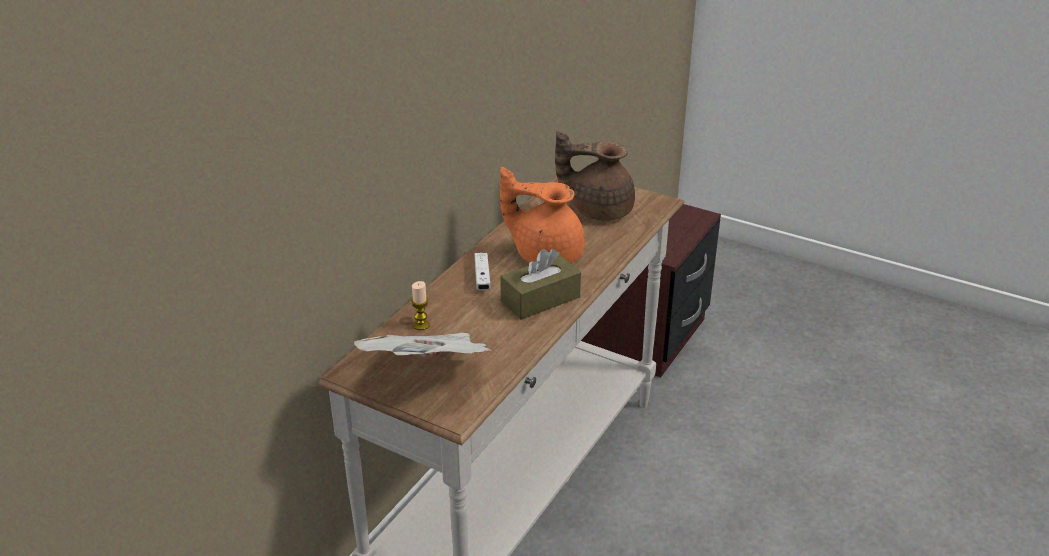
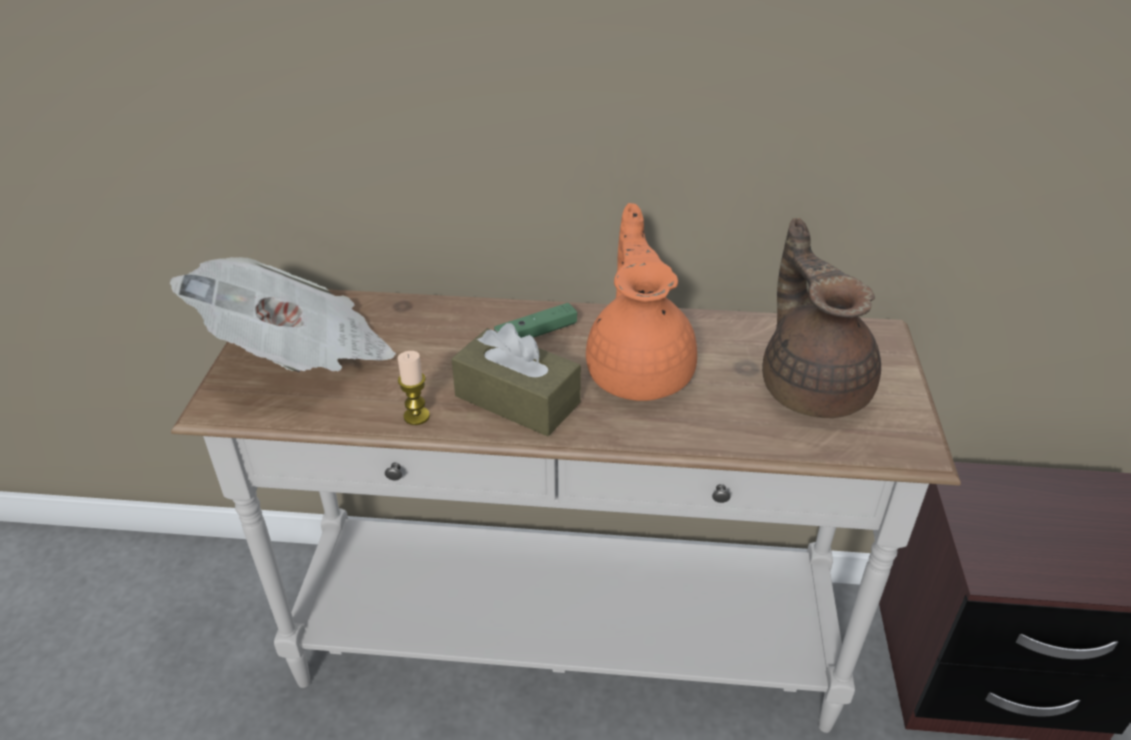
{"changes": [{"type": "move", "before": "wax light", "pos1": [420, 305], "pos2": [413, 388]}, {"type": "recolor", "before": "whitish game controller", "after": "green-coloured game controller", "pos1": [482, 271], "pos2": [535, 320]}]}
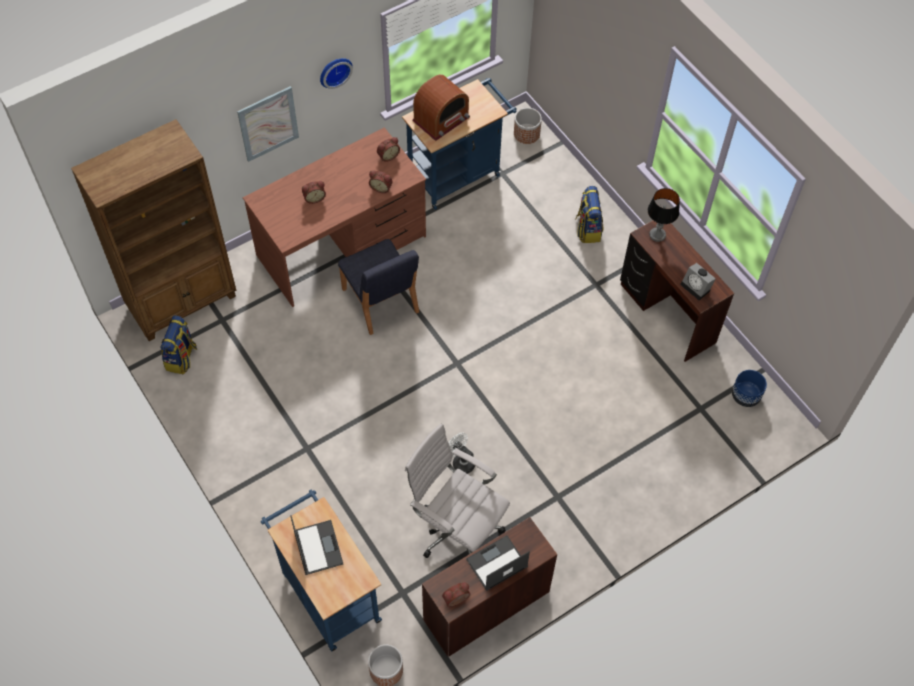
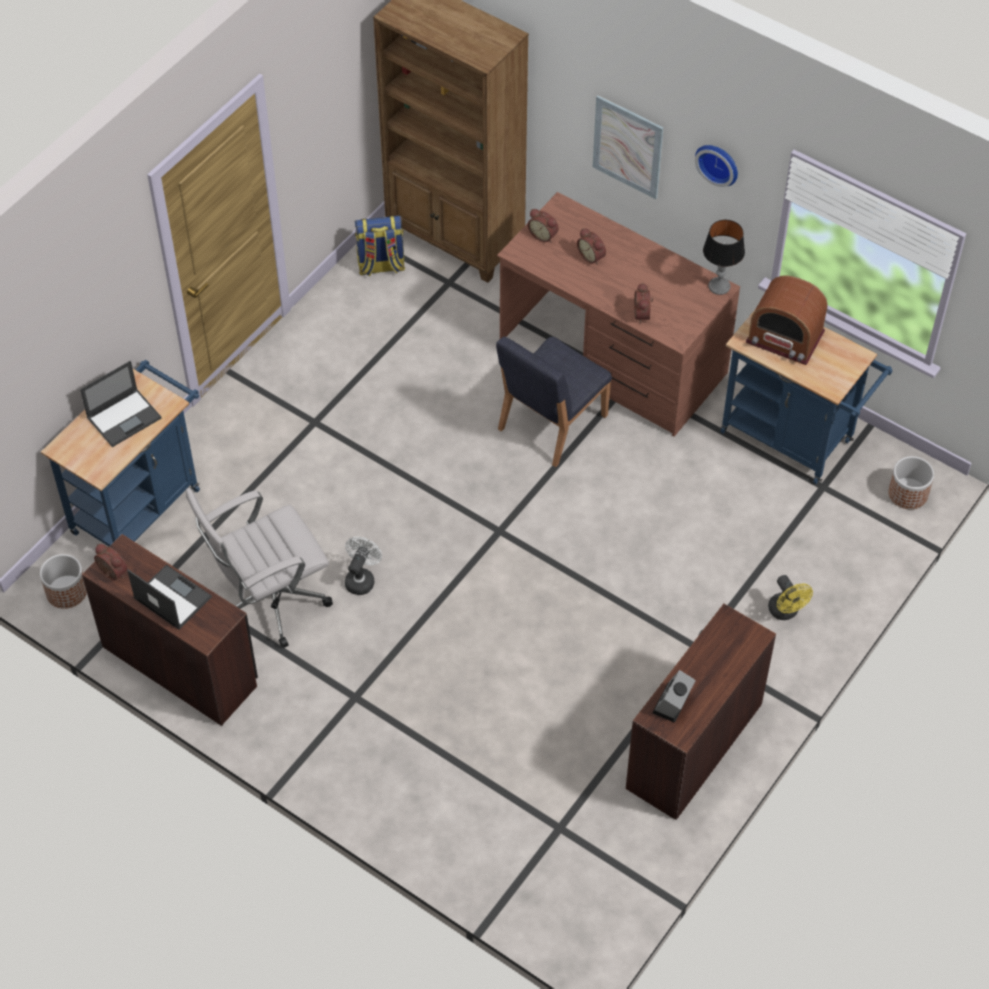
{"changes": [{"type": "rotate", "before": "whitish computer chair", "pos1": [457, 490], "pos2": [259, 568], "turn": -135}, {"type": "move", "before": "alarm clock", "pos1": [388, 149], "pos2": [543, 225]}, {"type": "move", "before": "tabletop lamp", "pos1": [664, 215], "pos2": [724, 257]}, {"type": "replace", "before": "backpack", "after": "yellow fan", "pos1": [589, 214], "pos2": [790, 597]}, {"type": "delete", "before": "blue-coloured planter", "pos1": [749, 388]}]}
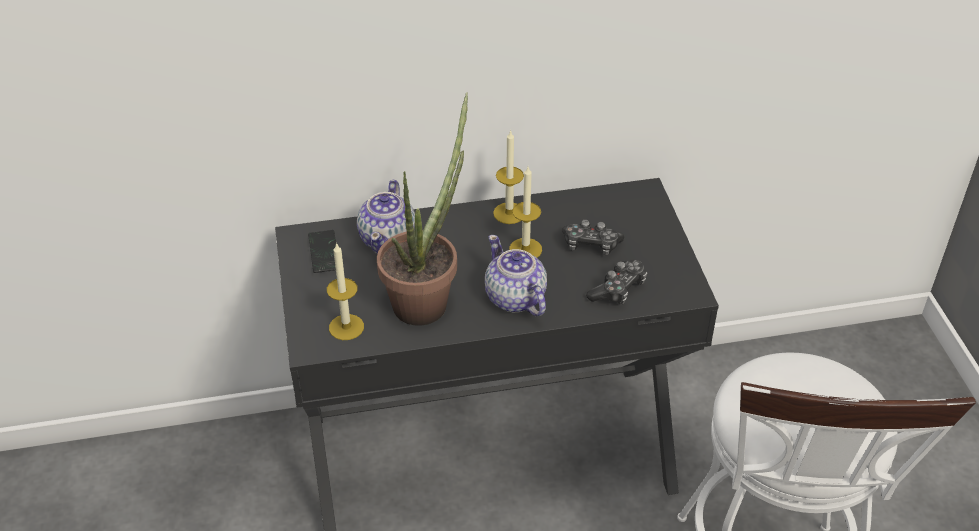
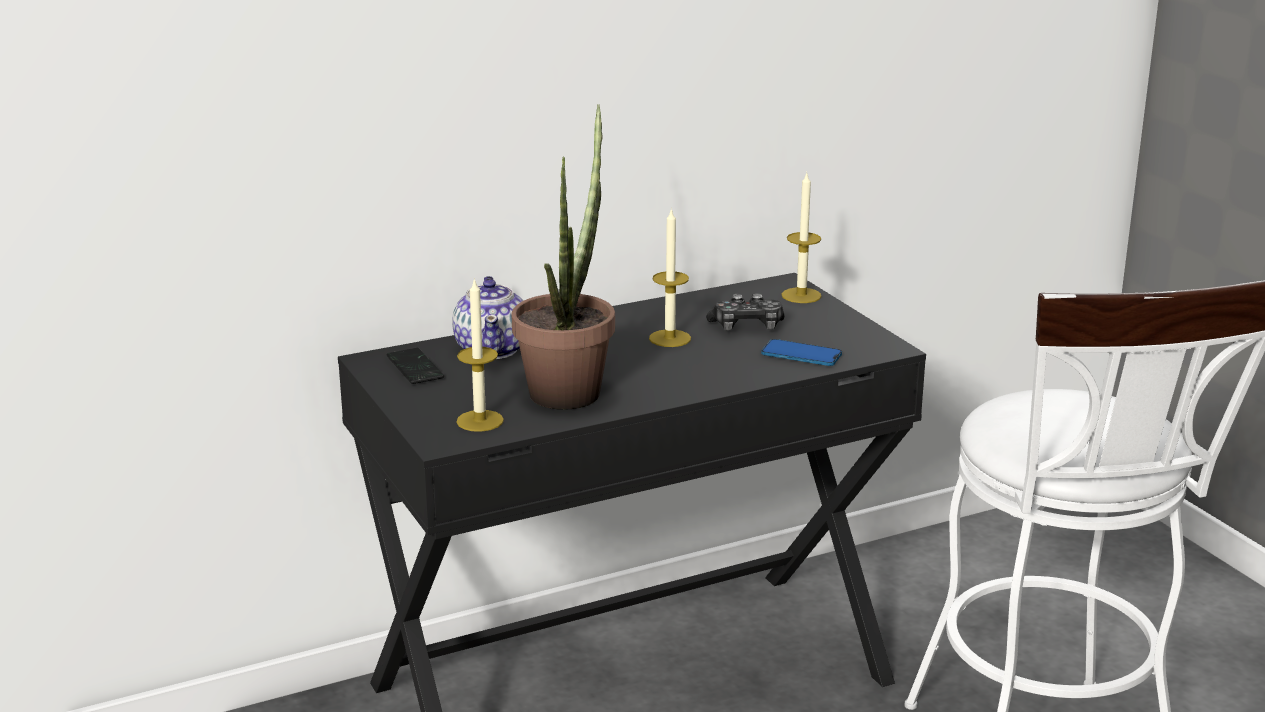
{"changes": [{"type": "replace", "before": "game controller", "after": "telephone", "pos1": [616, 282], "pos2": [801, 352]}, {"type": "move", "before": "wax light", "pos1": [508, 177], "pos2": [802, 238]}, {"type": "delete", "before": "tea pot", "pos1": [516, 275]}]}
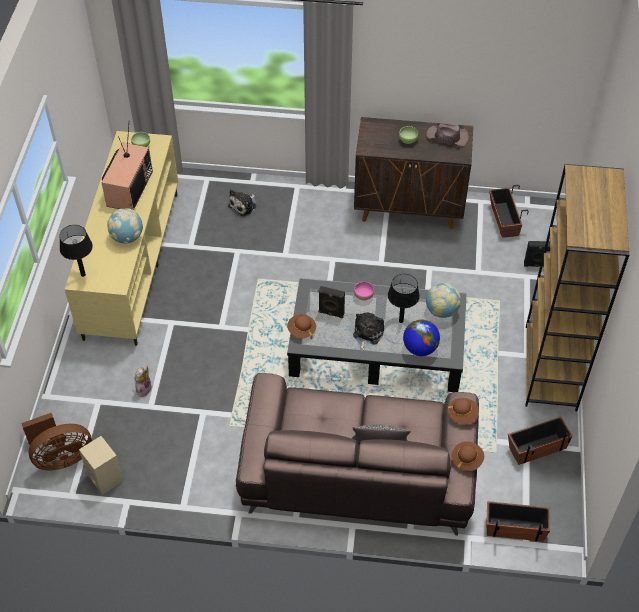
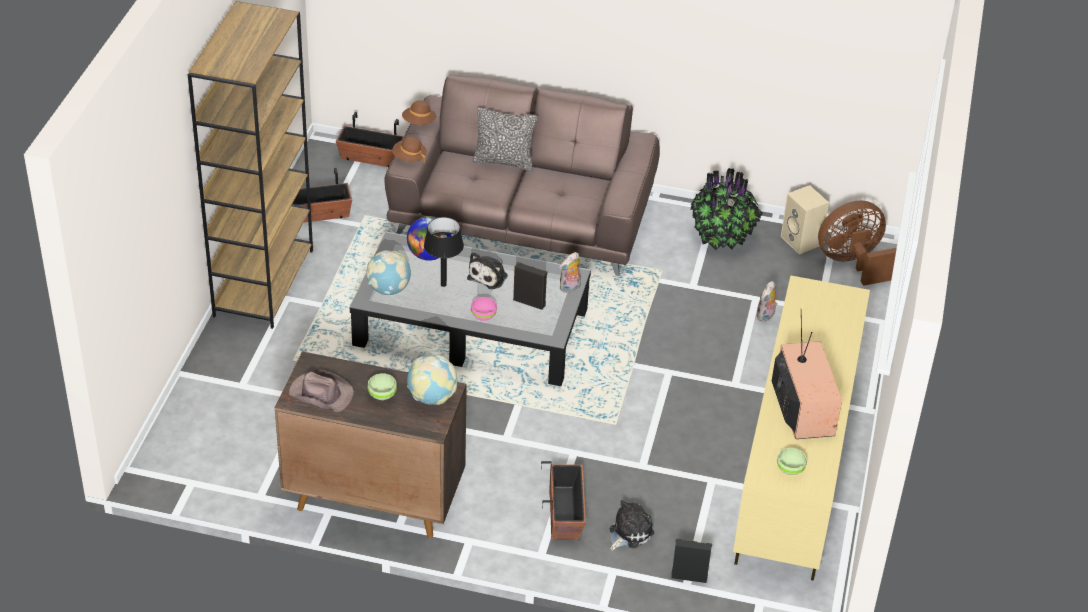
{"changes": [{"type": "move", "before": "desk globe", "pos1": [125, 225], "pos2": [432, 380]}, {"type": "move", "before": "planter", "pos1": [509, 211], "pos2": [563, 500]}, {"type": "replace", "before": "brown-coloured clothing hat", "after": "cuddly toy", "pos1": [301, 326], "pos2": [570, 272]}, {"type": "move", "before": "black loudspeaker", "pos1": [537, 254], "pos2": [691, 561]}, {"type": "insert", "after": "plant in a pot", "pos2": [726, 209]}, {"type": "rotate", "before": "television", "pos1": [127, 167], "pos2": [807, 374], "turn": 150}, {"type": "delete", "before": "black tabletop lamp", "pos1": [76, 251]}]}
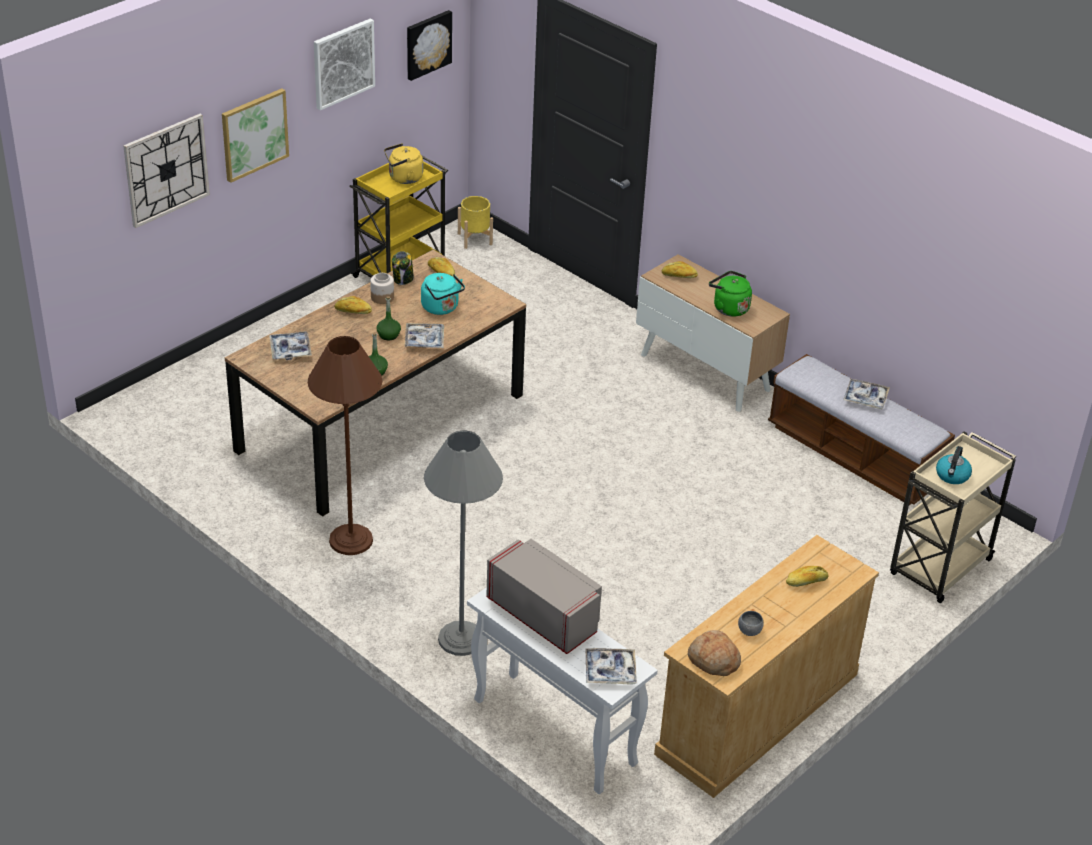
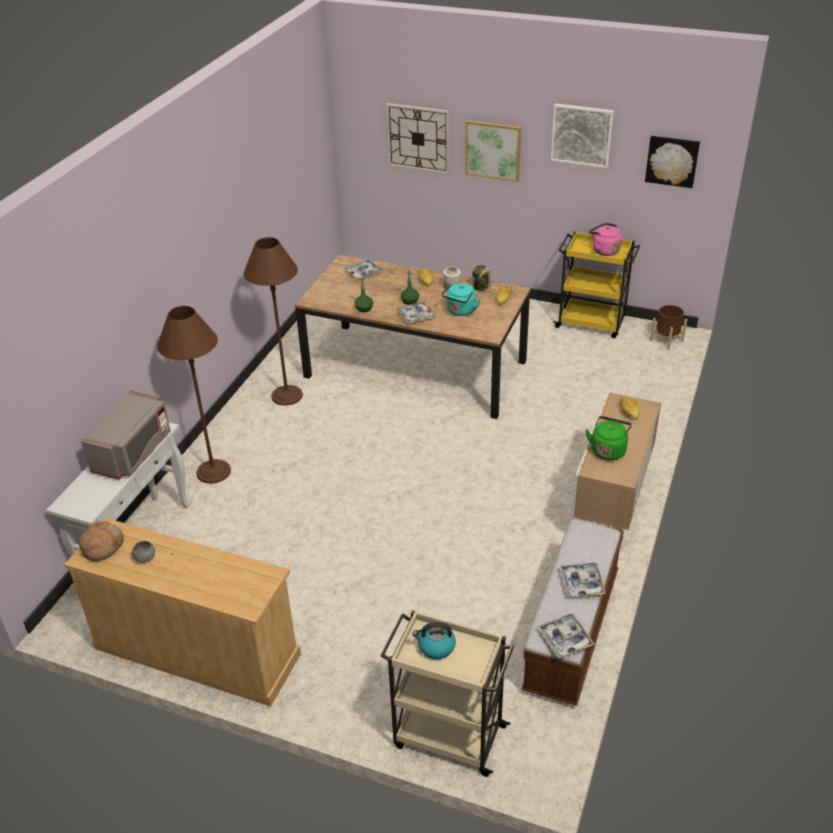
{"changes": [{"type": "recolor", "before": "greyish standard lamp", "after": "brown-coloured standard lamp", "pos1": [463, 543], "pos2": [194, 395]}, {"type": "move", "before": "serving tray", "pos1": [611, 666], "pos2": [566, 635]}, {"type": "recolor", "before": "yellow water kettle", "after": "pink water kettle", "pos1": [403, 163], "pos2": [605, 239]}, {"type": "recolor", "before": "yellow planter", "after": "brown-coloured planter", "pos1": [475, 222], "pos2": [668, 327]}, {"type": "delete", "before": "bakery bread", "pos1": [807, 576]}]}
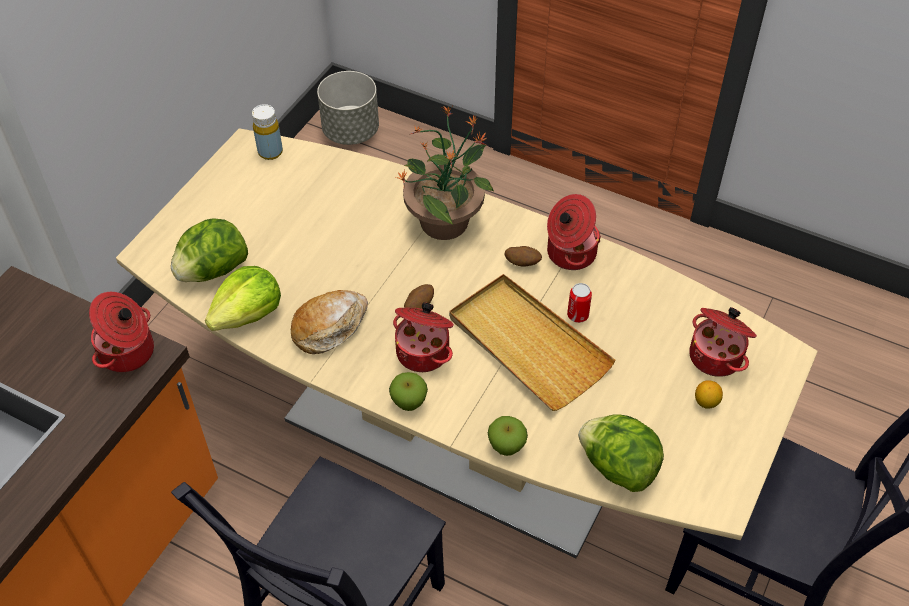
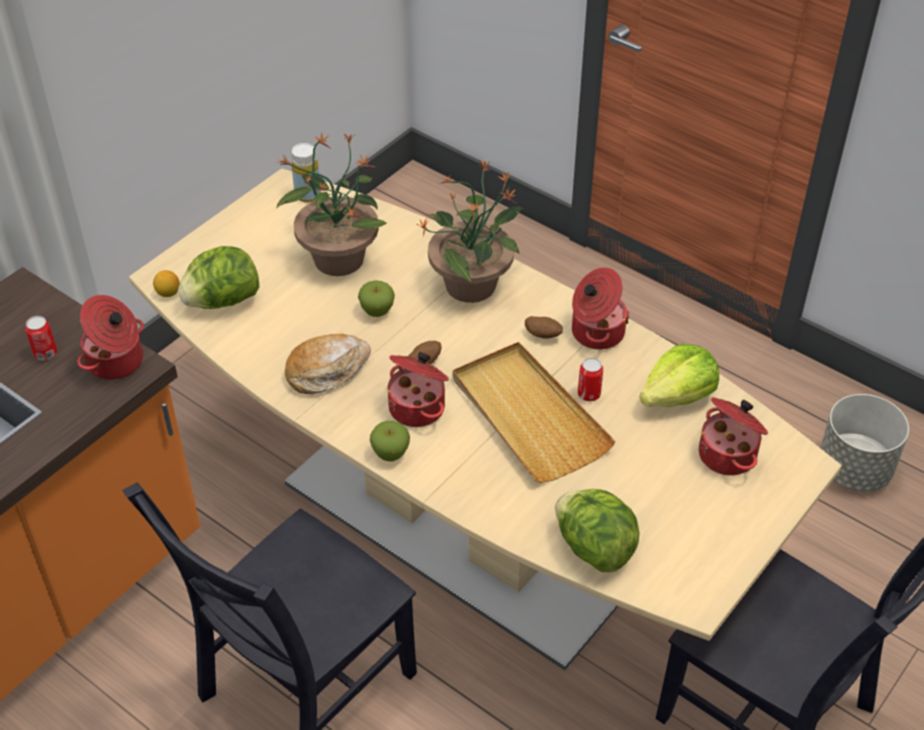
{"changes": [{"type": "insert", "after": "metal can", "pos2": [41, 338]}, {"type": "move", "before": "whole lemon", "pos1": [709, 394], "pos2": [166, 283]}, {"type": "insert", "after": "plant in a pot", "pos2": [331, 204]}, {"type": "move", "before": "apple fruit", "pos1": [508, 436], "pos2": [376, 298]}, {"type": "move", "before": "lettuce head", "pos1": [243, 298], "pos2": [679, 375]}, {"type": "move", "before": "greyish planter", "pos1": [348, 108], "pos2": [864, 442]}]}
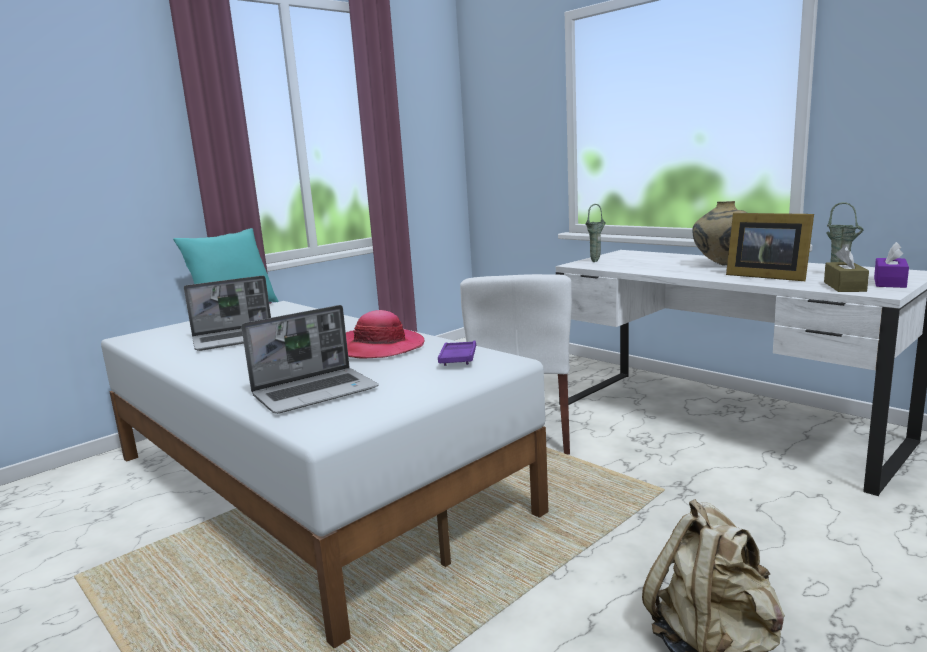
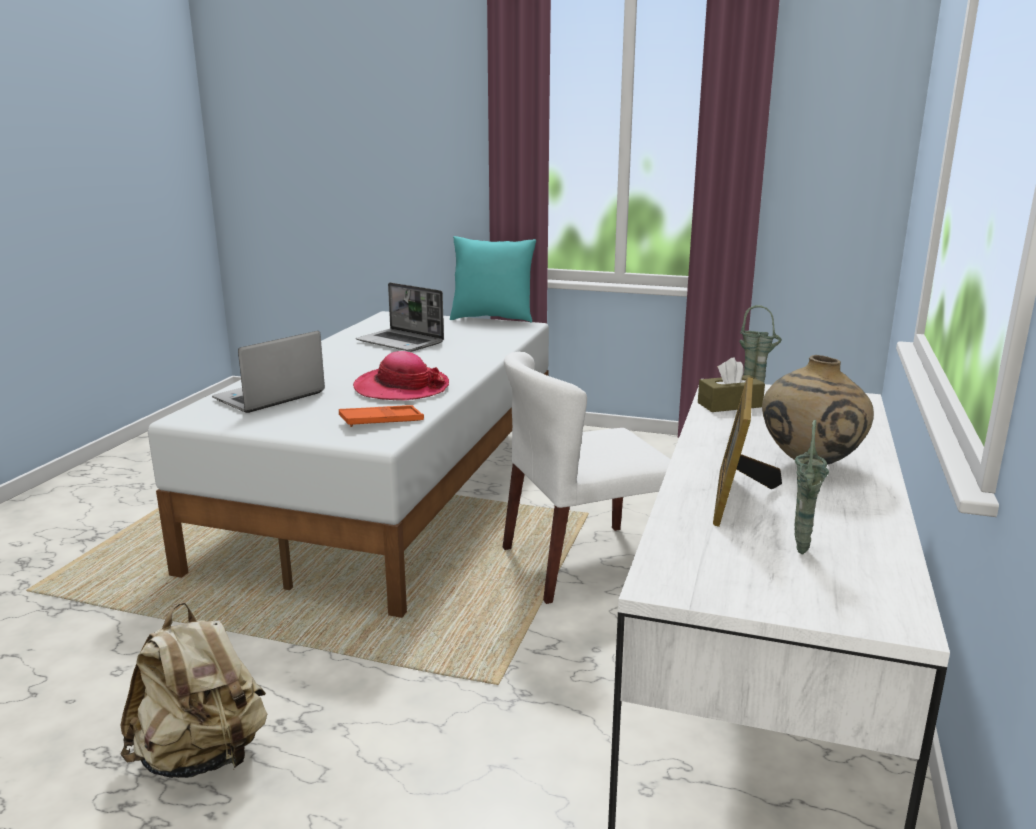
{"changes": [{"type": "rotate", "before": "laptop", "pos1": [310, 359], "pos2": [268, 372], "turn": 105}, {"type": "recolor", "before": "purple-coloured serving tray", "after": "orangey serving tray", "pos1": [457, 353], "pos2": [381, 416]}, {"type": "move", "before": "brown-coloured box of tissues", "pos1": [846, 269], "pos2": [731, 384]}, {"type": "delete", "before": "purple-coloured box of tissues", "pos1": [891, 265]}]}
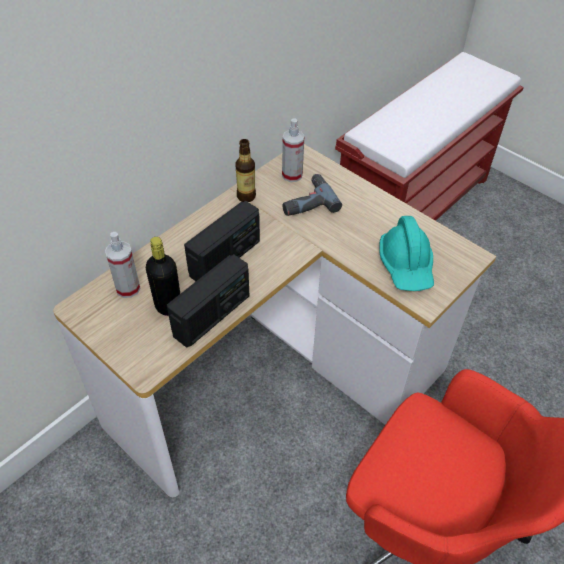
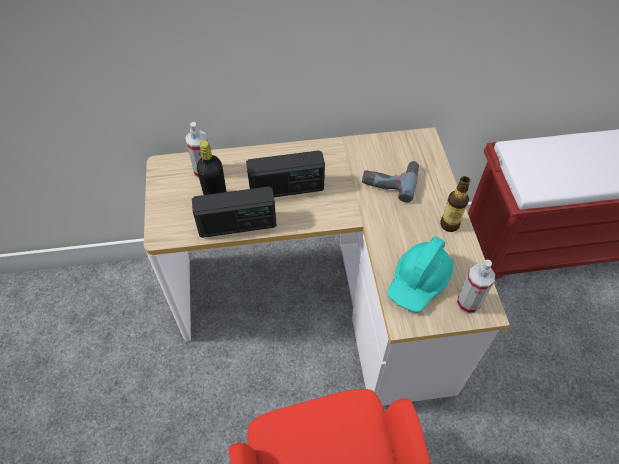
{"changes": [{"type": "move", "before": "bottle", "pos1": [246, 170], "pos2": [455, 204]}, {"type": "move", "before": "spray bottle", "pos1": [293, 150], "pos2": [476, 287]}]}
